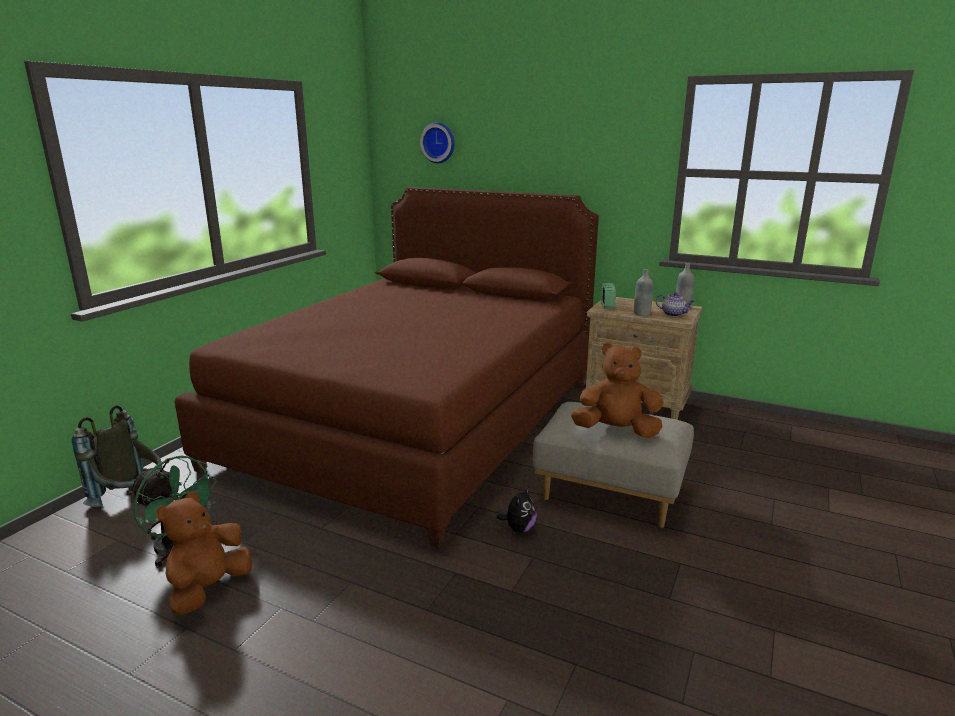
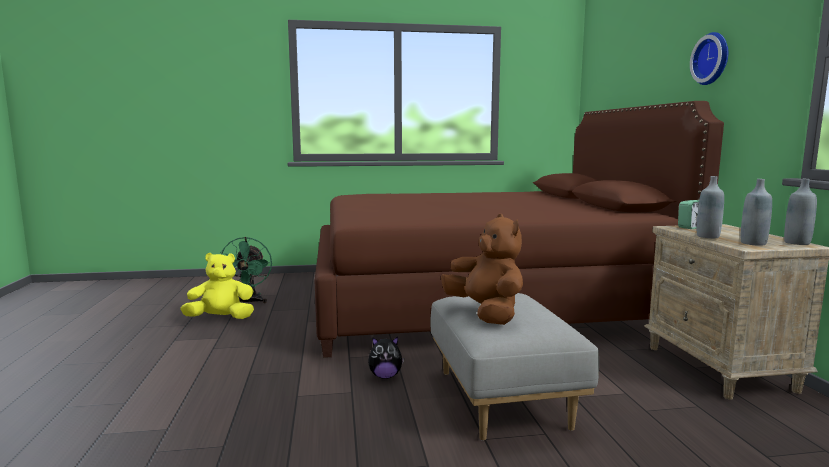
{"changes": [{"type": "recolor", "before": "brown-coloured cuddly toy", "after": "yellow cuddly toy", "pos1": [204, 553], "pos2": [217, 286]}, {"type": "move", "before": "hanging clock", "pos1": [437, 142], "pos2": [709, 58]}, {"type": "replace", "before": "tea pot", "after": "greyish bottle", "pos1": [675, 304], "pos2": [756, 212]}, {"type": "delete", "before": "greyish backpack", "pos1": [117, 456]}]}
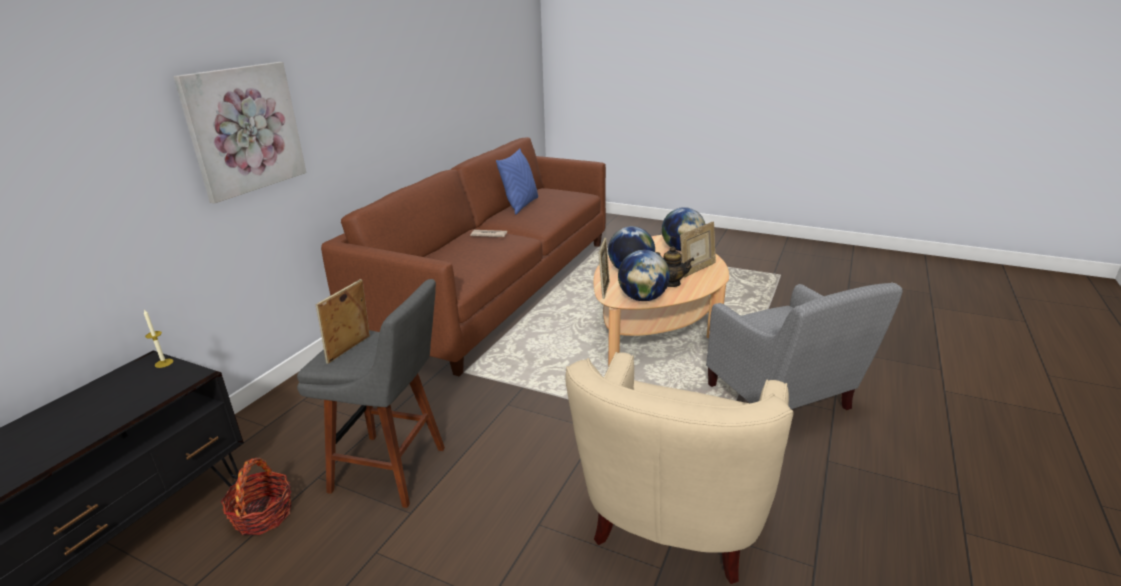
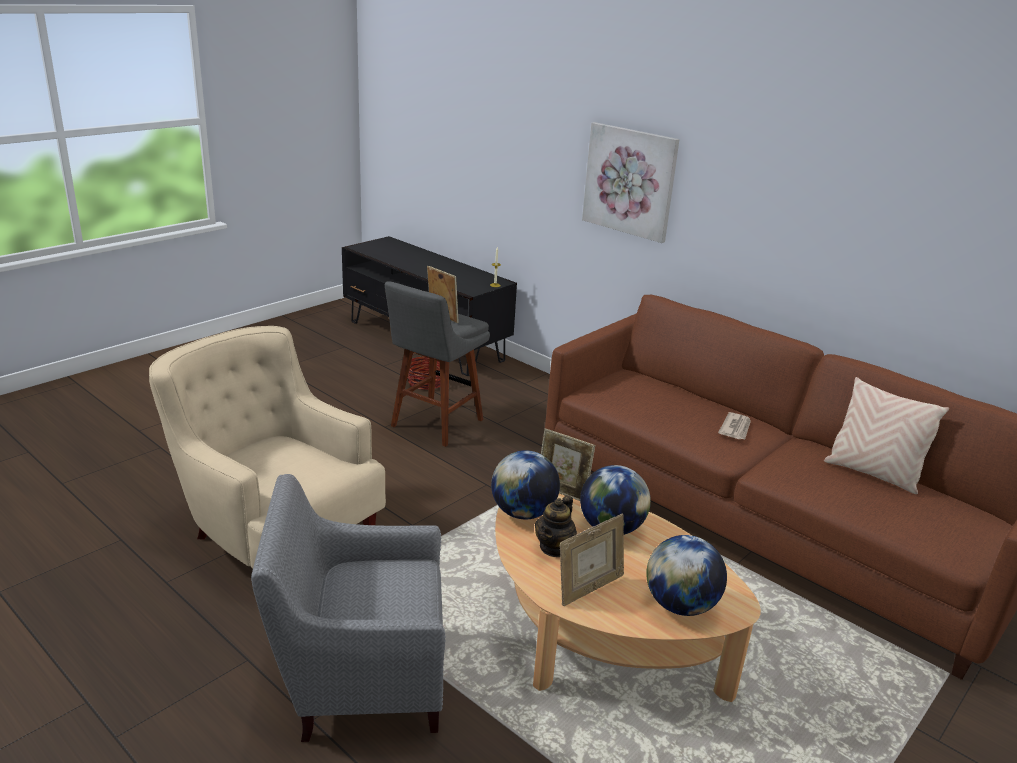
{"changes": [{"type": "rotate", "before": "picture frame", "pos1": [698, 249], "pos2": [592, 560], "turn": -105}, {"type": "recolor", "before": "blue-coloured pillow", "after": "sand-coloured pillow", "pos1": [517, 182], "pos2": [886, 435]}]}
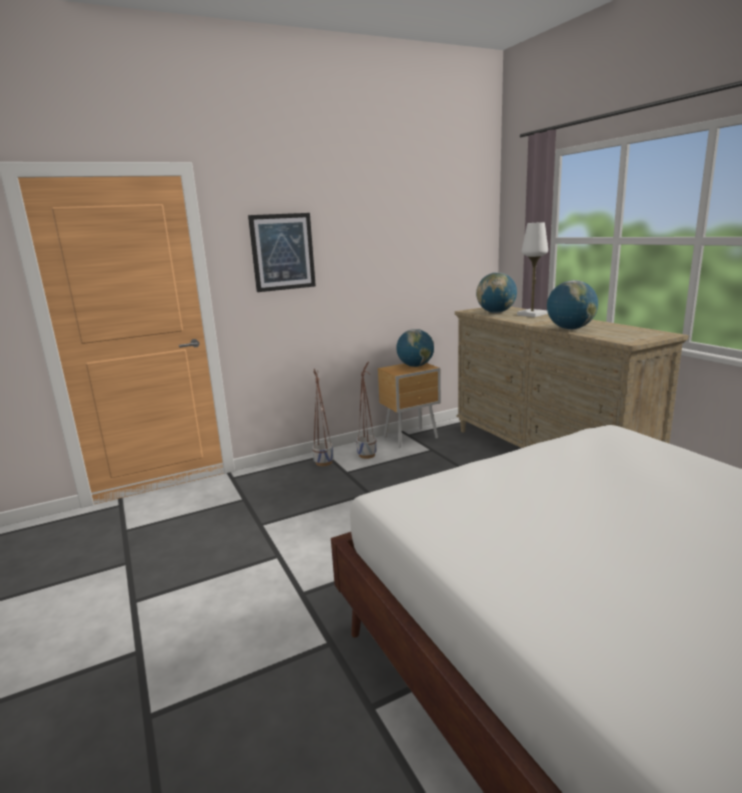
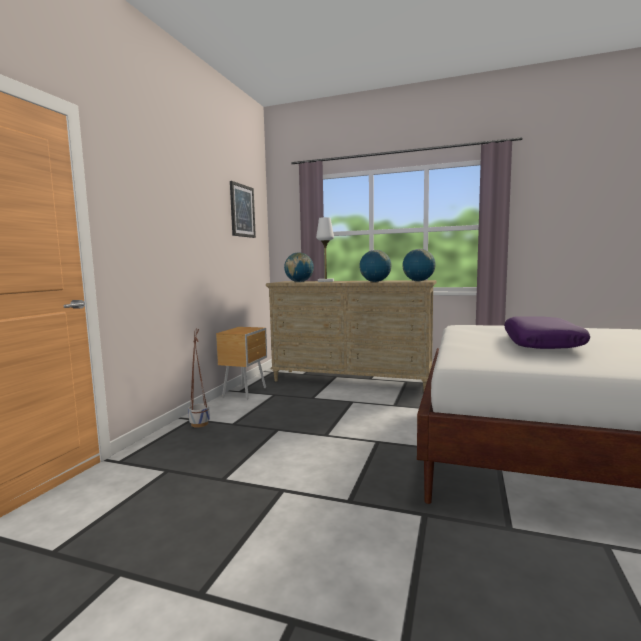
{"changes": [{"type": "move", "before": "wall picture", "pos1": [282, 252], "pos2": [243, 209]}, {"type": "move", "before": "desk globe", "pos1": [415, 348], "pos2": [419, 265]}, {"type": "insert", "after": "purple-coloured pillow", "pos2": [547, 332]}, {"type": "delete", "before": "planter", "pos1": [366, 410]}]}
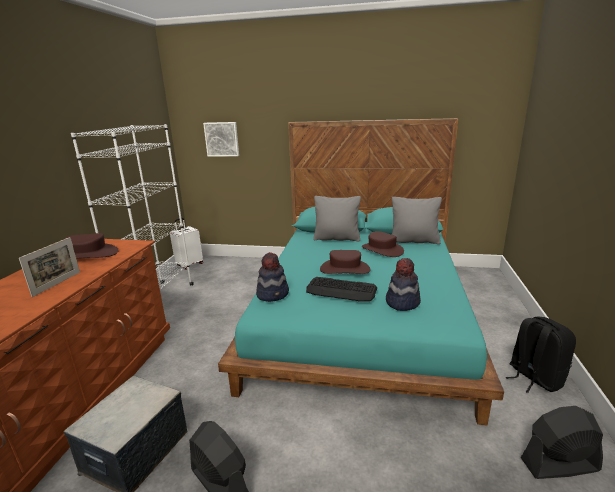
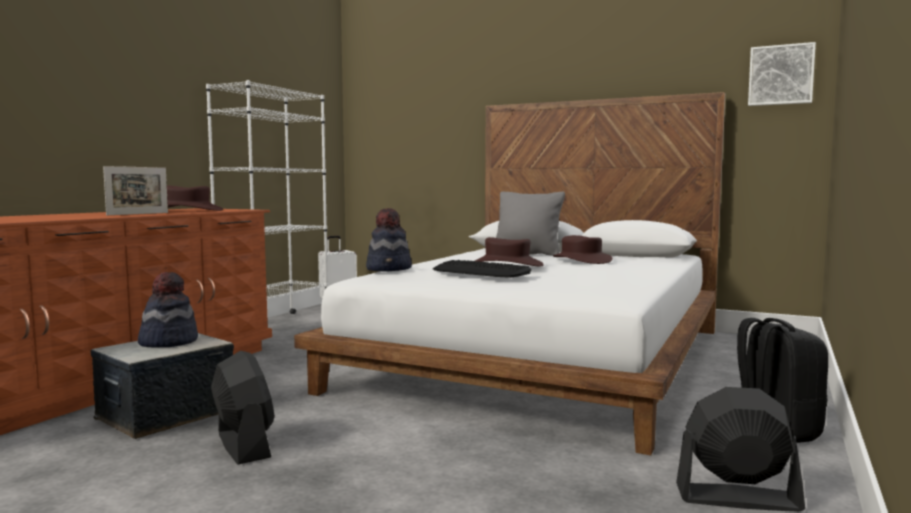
{"changes": [{"type": "move", "before": "clothing hat", "pos1": [403, 284], "pos2": [168, 309]}, {"type": "recolor", "before": "blue-green bed", "after": "whitish bed", "pos1": [361, 271], "pos2": [509, 273]}, {"type": "move", "before": "wall picture", "pos1": [221, 139], "pos2": [782, 74]}, {"type": "delete", "before": "greyish pillow", "pos1": [417, 220]}]}
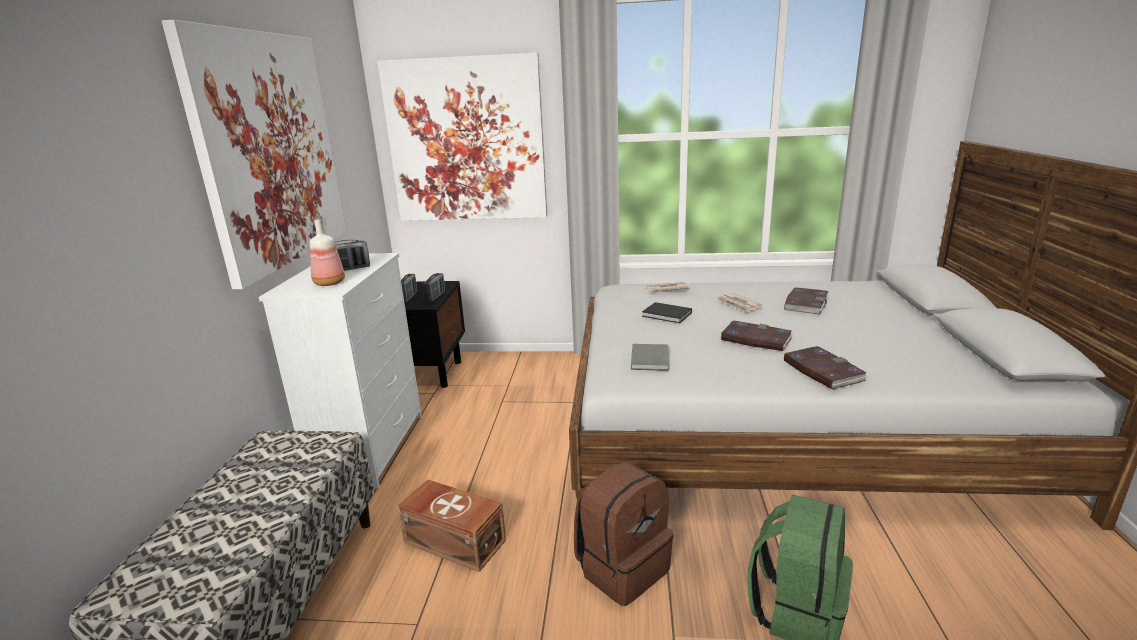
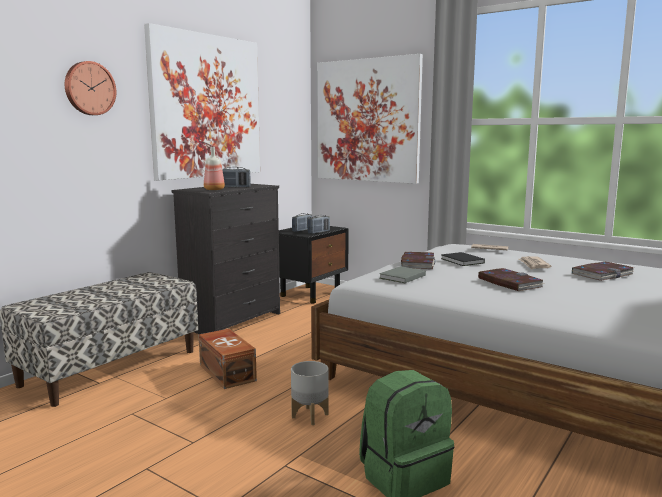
{"changes": [{"type": "insert", "after": "hanging clock", "pos2": [90, 88]}, {"type": "recolor", "before": "whitish drawer chest", "after": "black drawer chest", "pos1": [340, 371], "pos2": [226, 259]}, {"type": "replace", "before": "brown-coloured backpack", "after": "greyish planter", "pos1": [624, 534], "pos2": [310, 393]}, {"type": "move", "before": "book", "pos1": [825, 367], "pos2": [418, 260]}]}
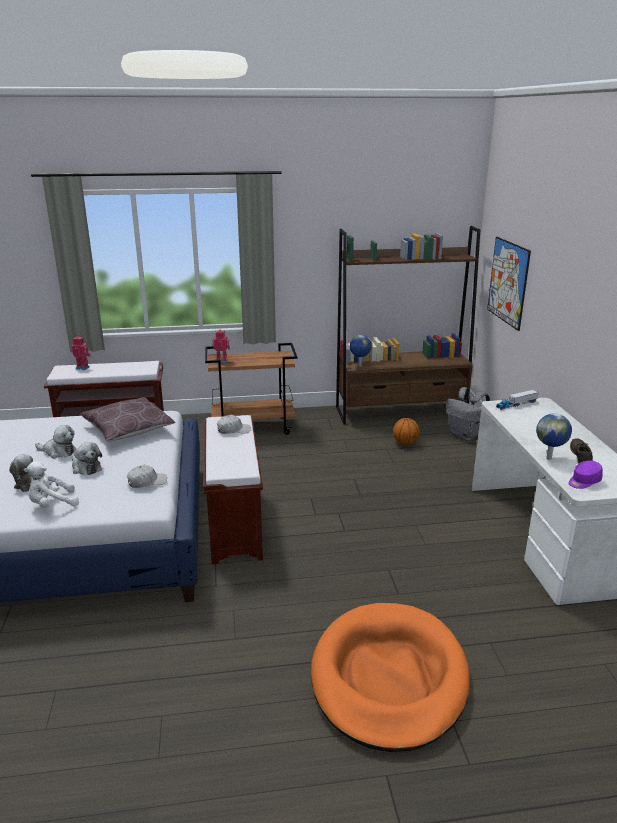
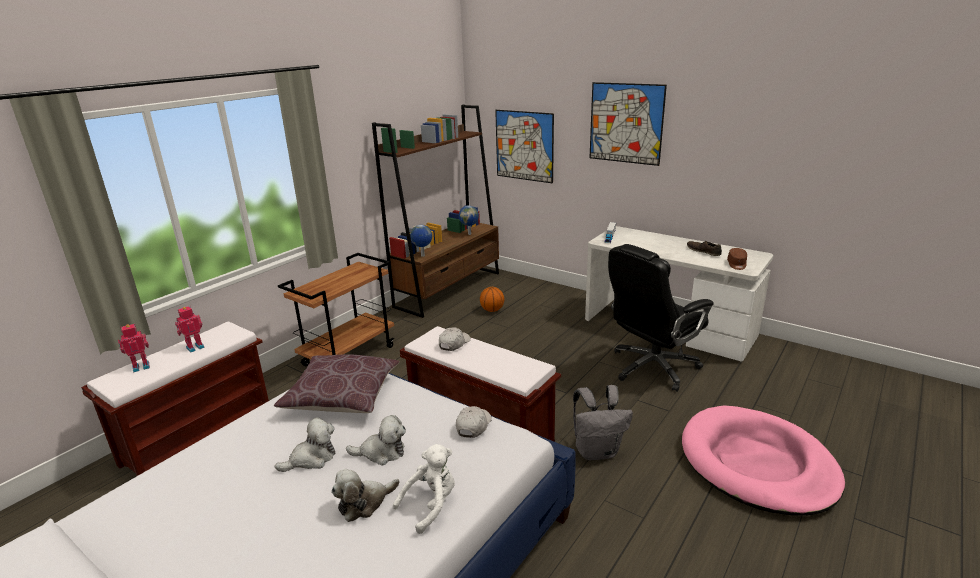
{"changes": [{"type": "move", "before": "robot figure", "pos1": [221, 346], "pos2": [190, 329]}, {"type": "rotate", "before": "whitish cuddly toy", "pos1": [51, 484], "pos2": [424, 489], "turn": -150}, {"type": "move", "before": "desk globe", "pos1": [554, 436], "pos2": [469, 220]}, {"type": "move", "before": "greyish backpack", "pos1": [468, 414], "pos2": [603, 423]}, {"type": "insert", "after": "wall picture", "pos2": [628, 124]}, {"type": "insert", "after": "black computer chair", "pos2": [661, 318]}, {"type": "recolor", "before": "orangey pet bed", "after": "pink pet bed", "pos1": [390, 677], "pos2": [763, 460]}, {"type": "recolor", "before": "purple-coloured peaked cap", "after": "brown-coloured peaked cap", "pos1": [585, 475], "pos2": [737, 259]}]}
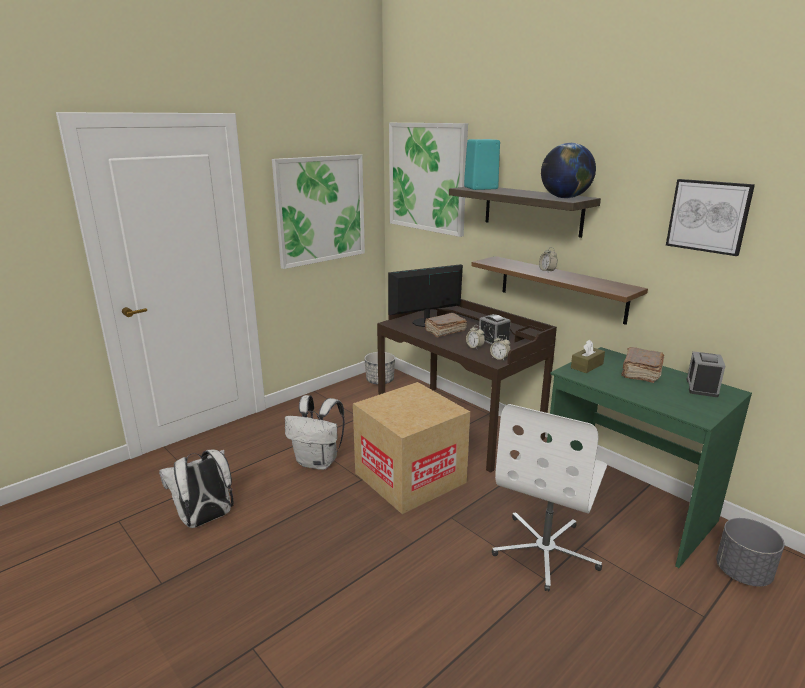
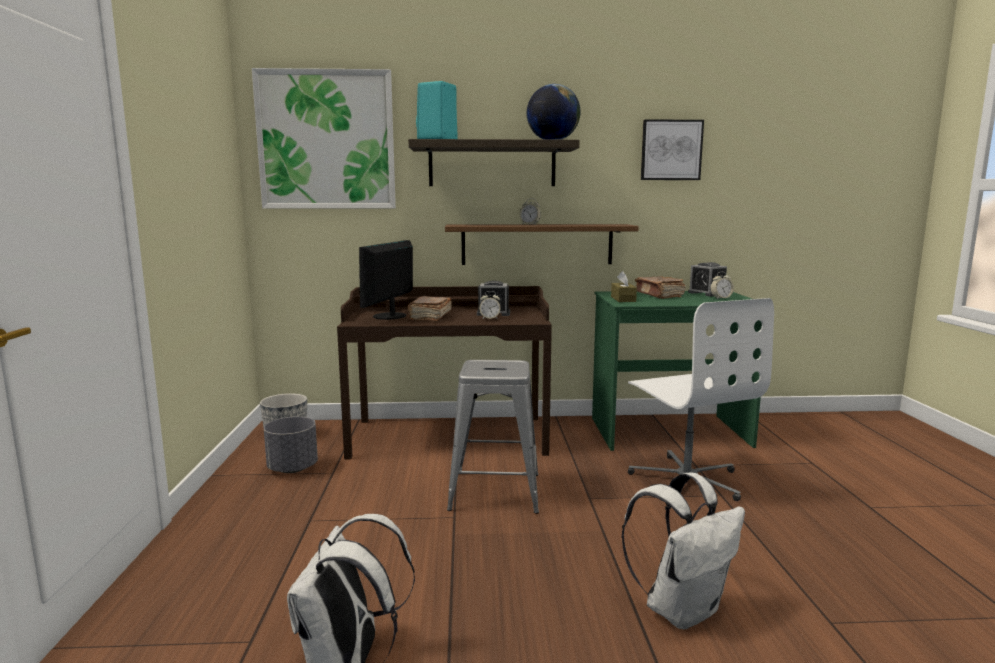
{"changes": [{"type": "move", "before": "greyish planter", "pos1": [750, 552], "pos2": [291, 445]}, {"type": "replace", "before": "carton", "after": "greyish stool seat", "pos1": [411, 448], "pos2": [493, 437]}, {"type": "move", "before": "whitish backpack", "pos1": [315, 432], "pos2": [683, 551]}, {"type": "move", "before": "alarm clock", "pos1": [500, 347], "pos2": [722, 285]}, {"type": "delete", "before": "wall picture", "pos1": [318, 211]}]}
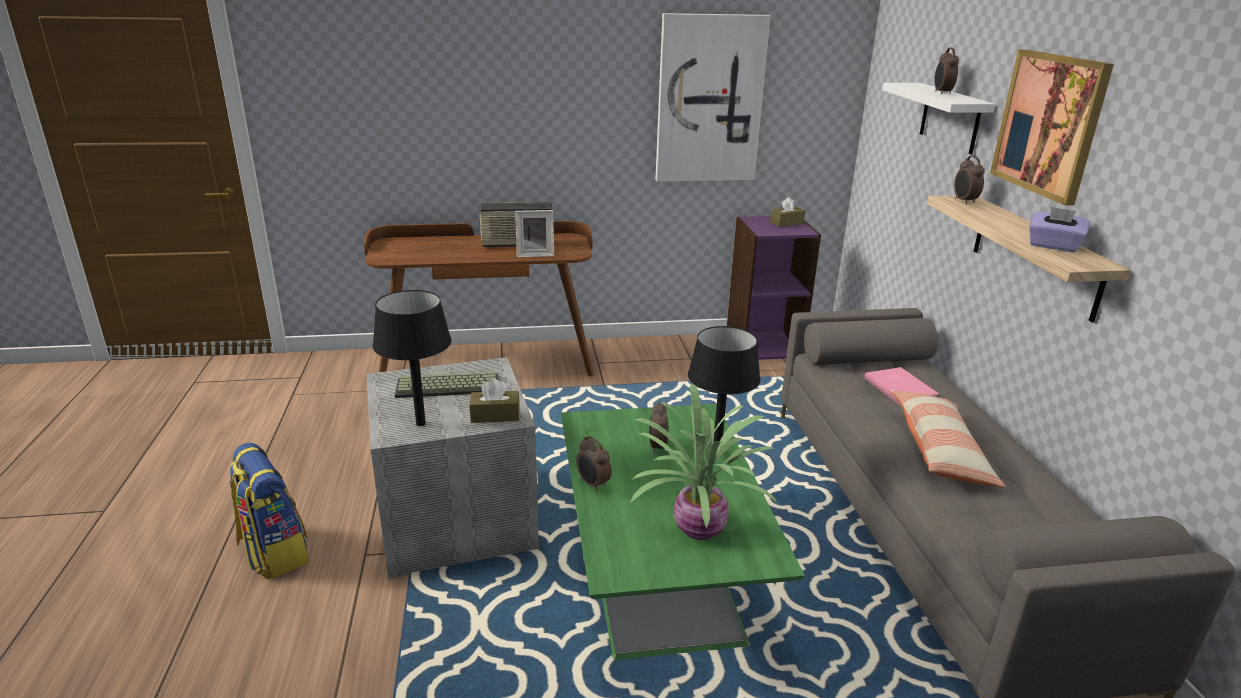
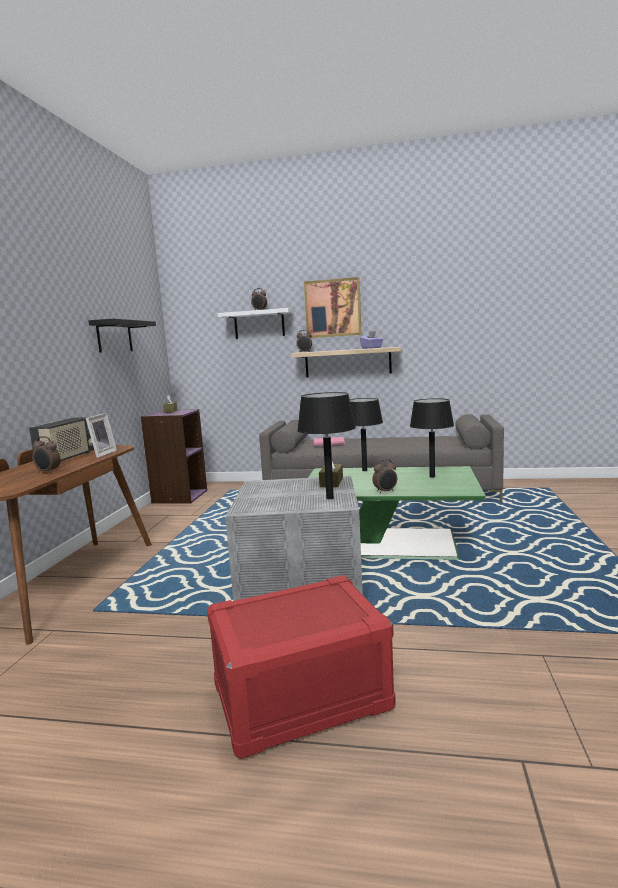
{"changes": [{"type": "move", "before": "alarm clock", "pos1": [658, 427], "pos2": [46, 454]}, {"type": "replace", "before": "wall picture", "after": "black bracket shelf", "pos1": [713, 97], "pos2": [122, 335]}, {"type": "replace", "before": "backpack", "after": "red-coloured storage bin", "pos1": [269, 511], "pos2": [301, 667]}, {"type": "replace", "before": "plant in a pot", "after": "black tabletop lamp", "pos1": [704, 462], "pos2": [432, 438]}, {"type": "delete", "before": "keyboard", "pos1": [447, 384]}, {"type": "delete", "before": "pillow", "pos1": [948, 439]}]}
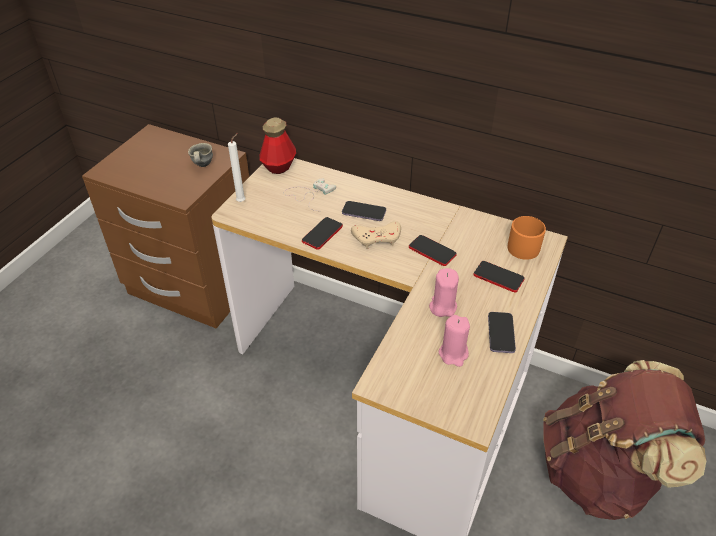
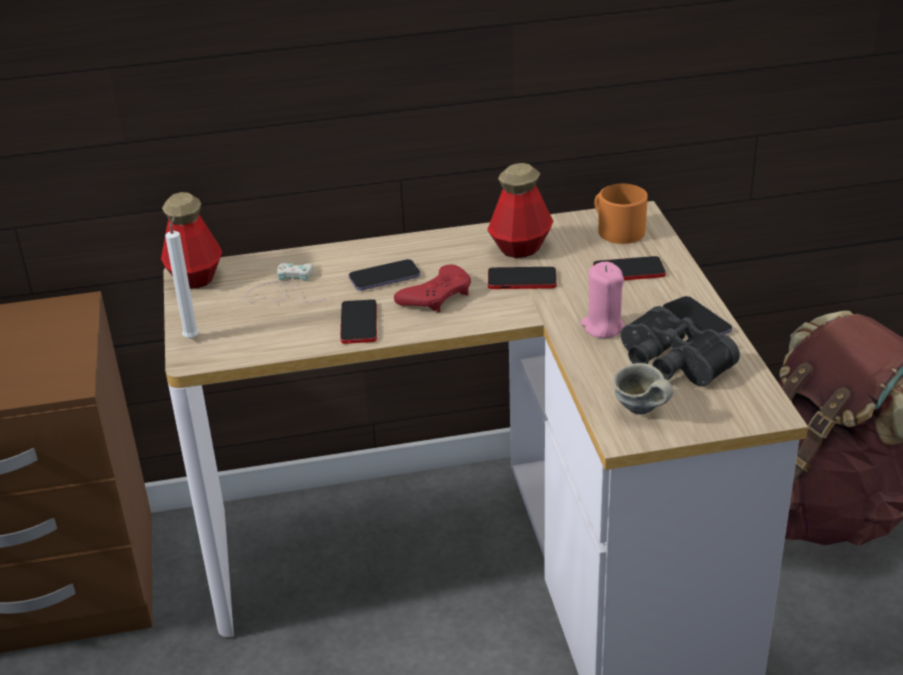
{"changes": [{"type": "recolor", "before": "sand-coloured game controller", "after": "red-coloured game controller", "pos1": [376, 235], "pos2": [432, 288]}, {"type": "insert", "after": "bottle", "pos2": [520, 210]}, {"type": "move", "before": "greyish mug", "pos1": [200, 155], "pos2": [643, 389]}, {"type": "replace", "before": "pink wax light", "after": "black binoculars", "pos1": [454, 341], "pos2": [680, 346]}]}
